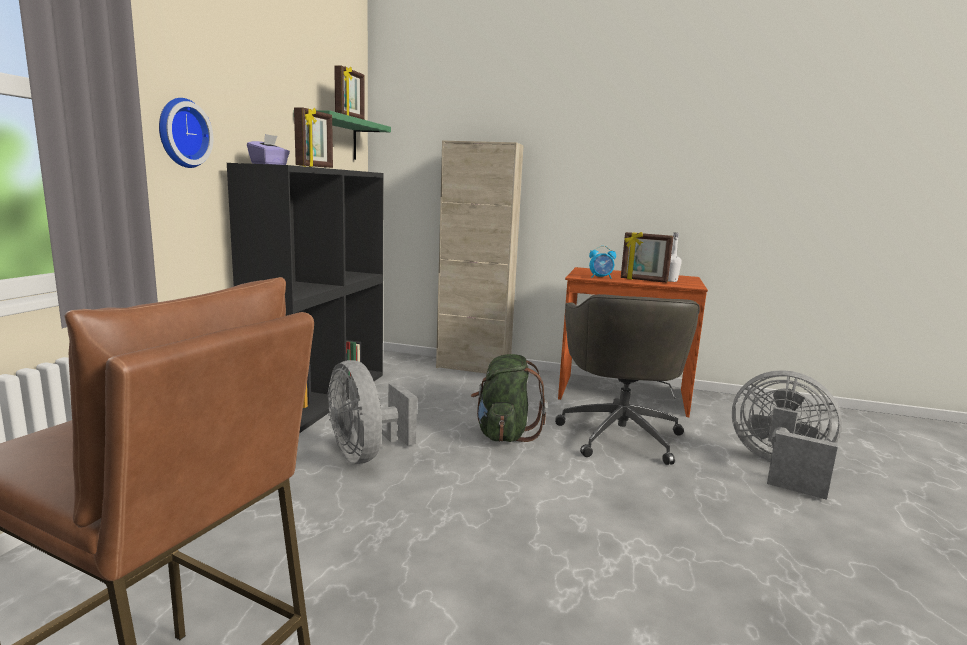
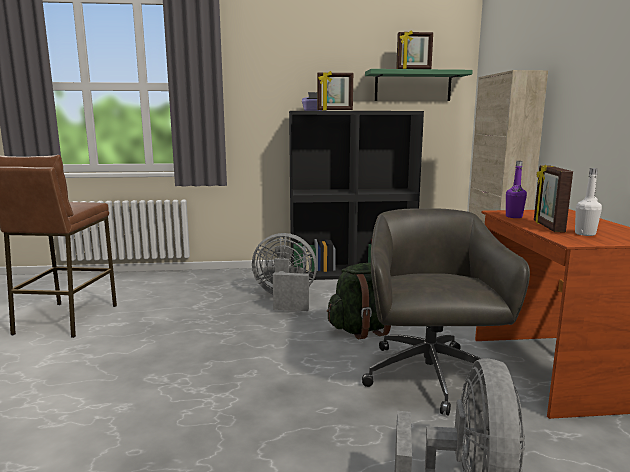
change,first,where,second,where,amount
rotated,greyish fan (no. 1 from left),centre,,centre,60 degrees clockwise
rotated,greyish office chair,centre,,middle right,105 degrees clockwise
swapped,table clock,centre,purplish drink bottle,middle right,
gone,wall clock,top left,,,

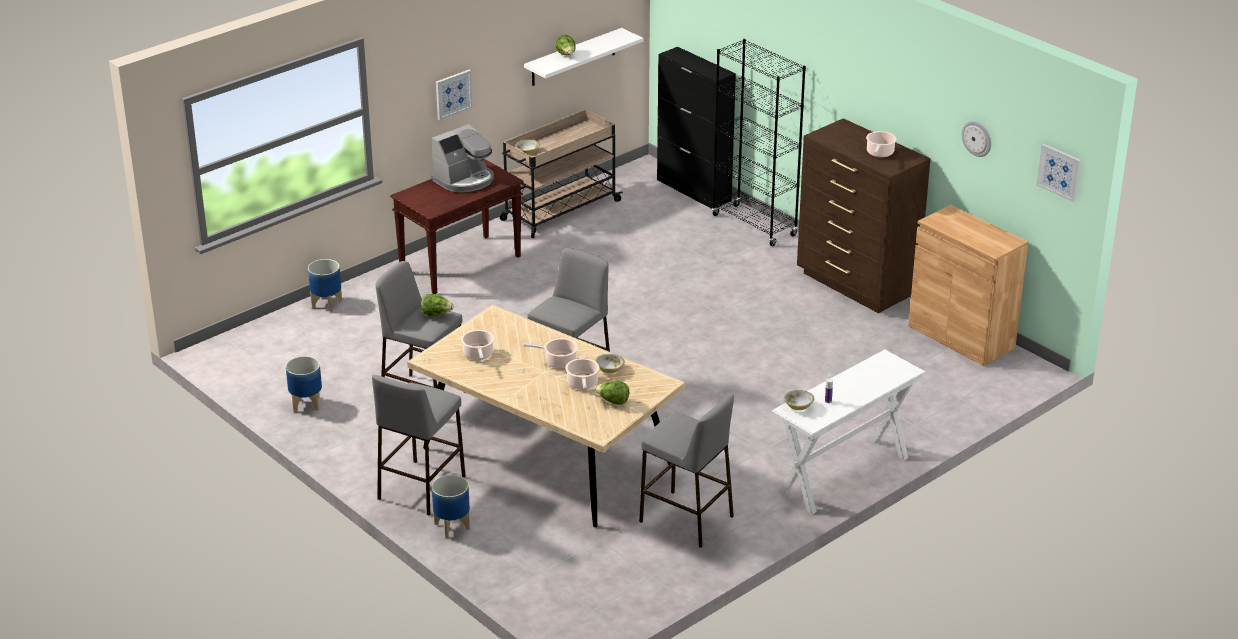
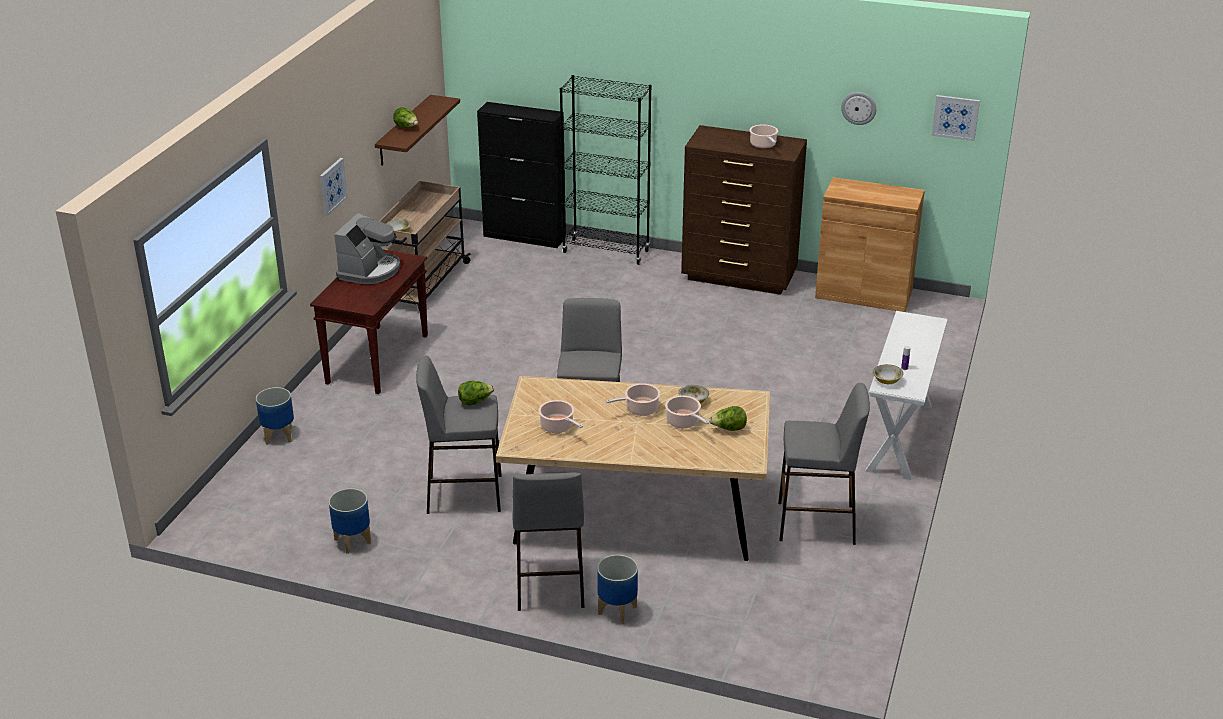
change,first,where,second,where,amount
repainted,whitish bracket shelf,top centre,brown bracket shelf,top centre,

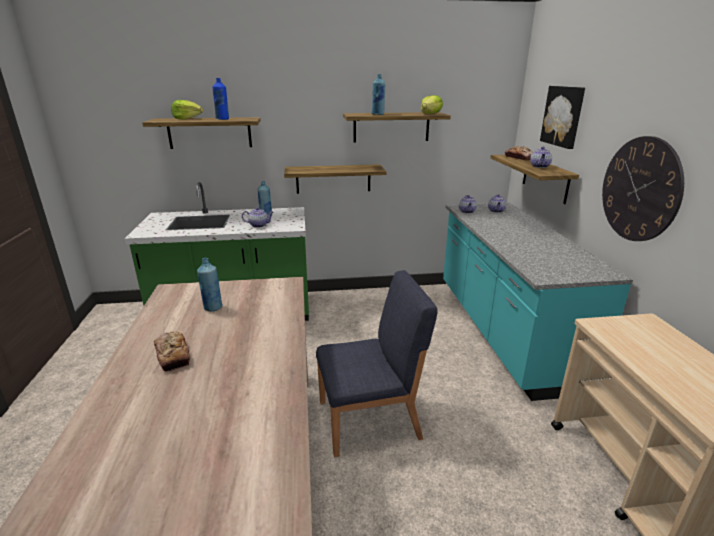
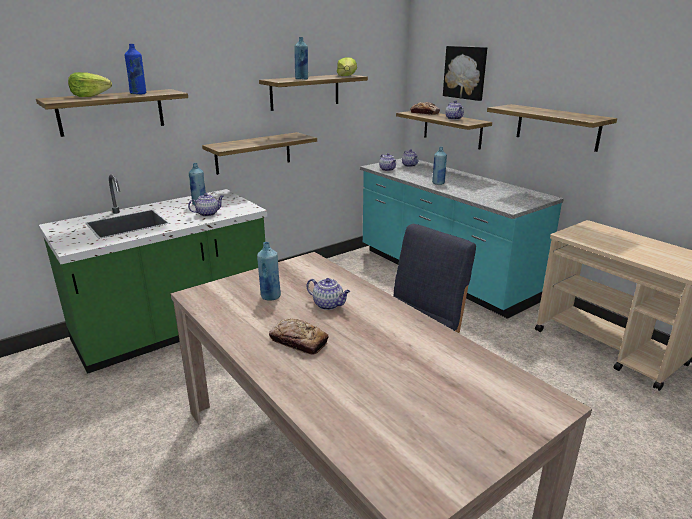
change,first,where,second,where,amount
new,,,teapot (no. 2 from left),centre,
new,,,blue drink bottle (no. 5 from left),top centre,
swapped,wall clock,middle right,bracket shelf (no. 5 from left),top right,

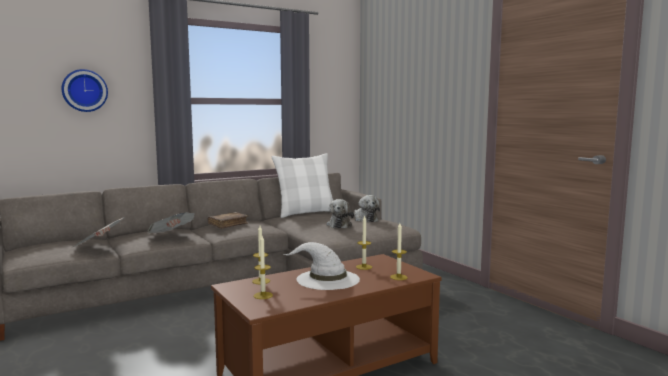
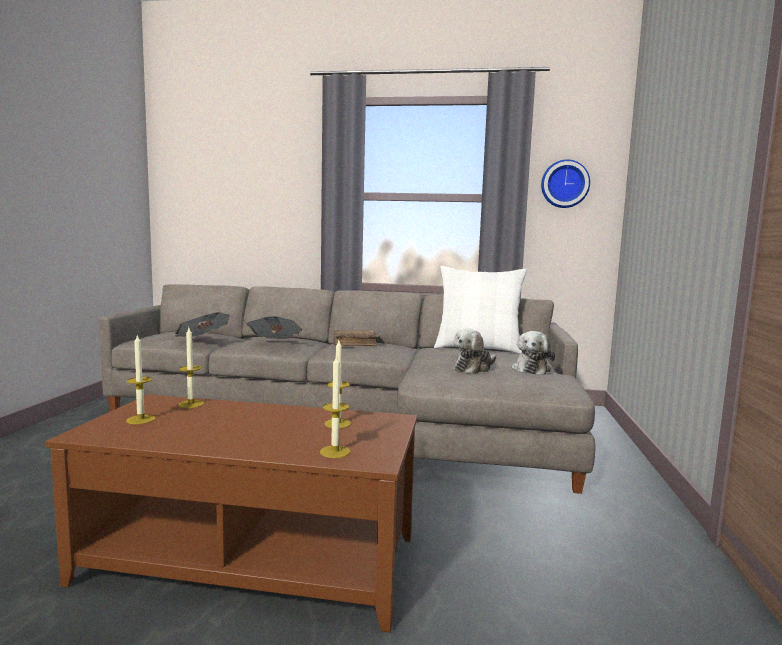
change,first,where,second,where,amount
shifted,wall clock,top left,,top right,
gone,whitish hat,bottom centre,,,

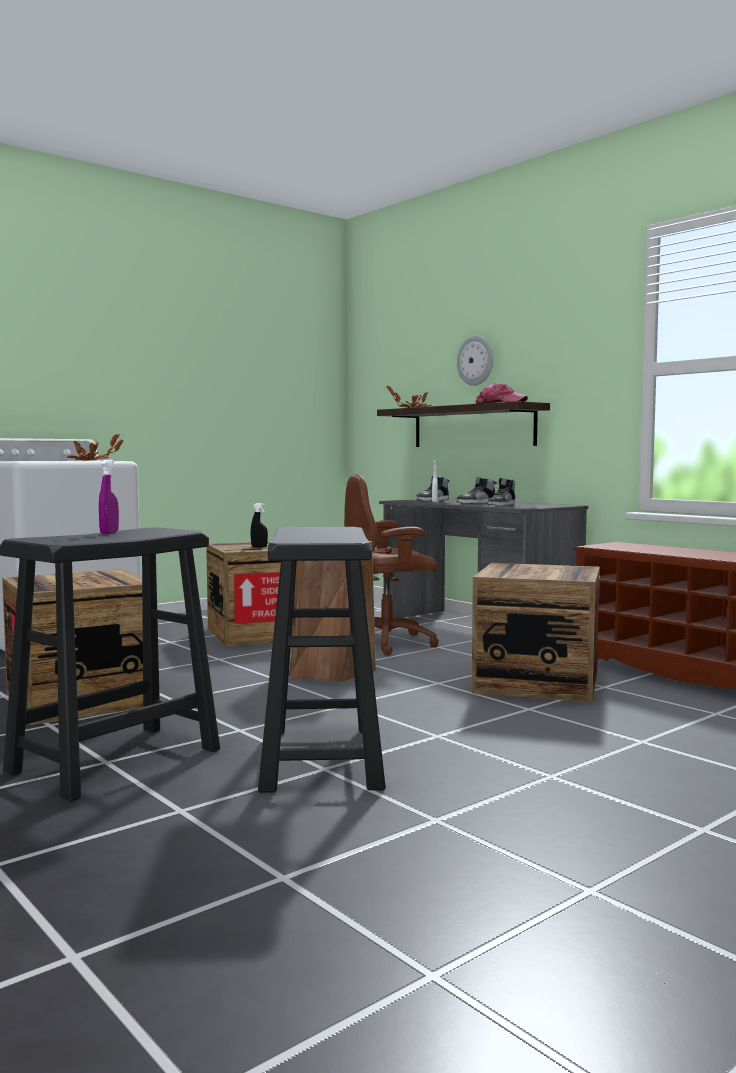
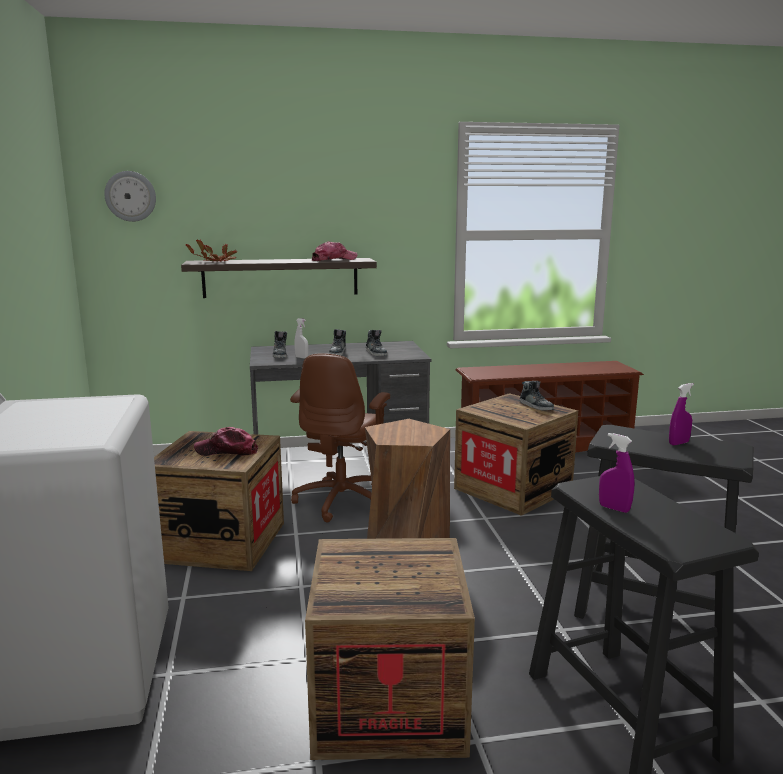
change,first,where,second,where,amount
shifted,wall clock,centre,,top left,
swapped,black hand sprayer,centre,peaked cap (no. 1 from left),middle left,
new,,,low shoe (no. 4 from left),middle right,
new,,,purplish hand sprayer (no. 2 from left),middle right,
gone,houseplant (no. 1 from left),middle left,,,

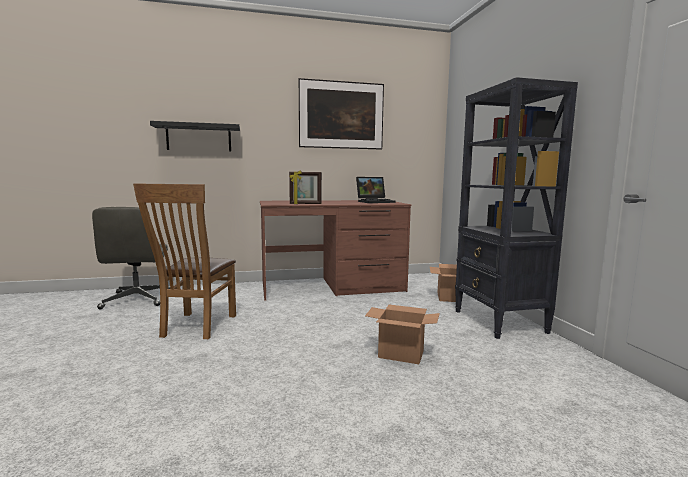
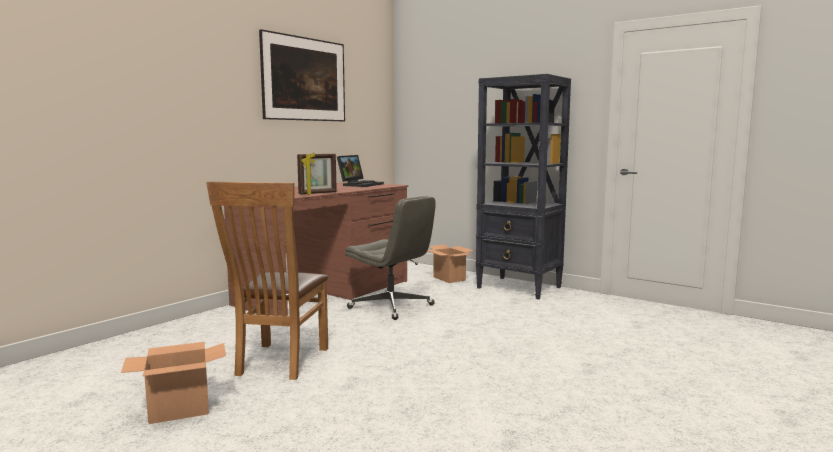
change,first,where,second,where,amount
shifted,carton (no. 1 from left),bottom centre,,bottom left,
rotated,brown upright chair,middle left,,middle left,45 degrees clockwise
shifted,greyish office chair,middle left,,centre,
gone,black bracket shelf,top left,,,

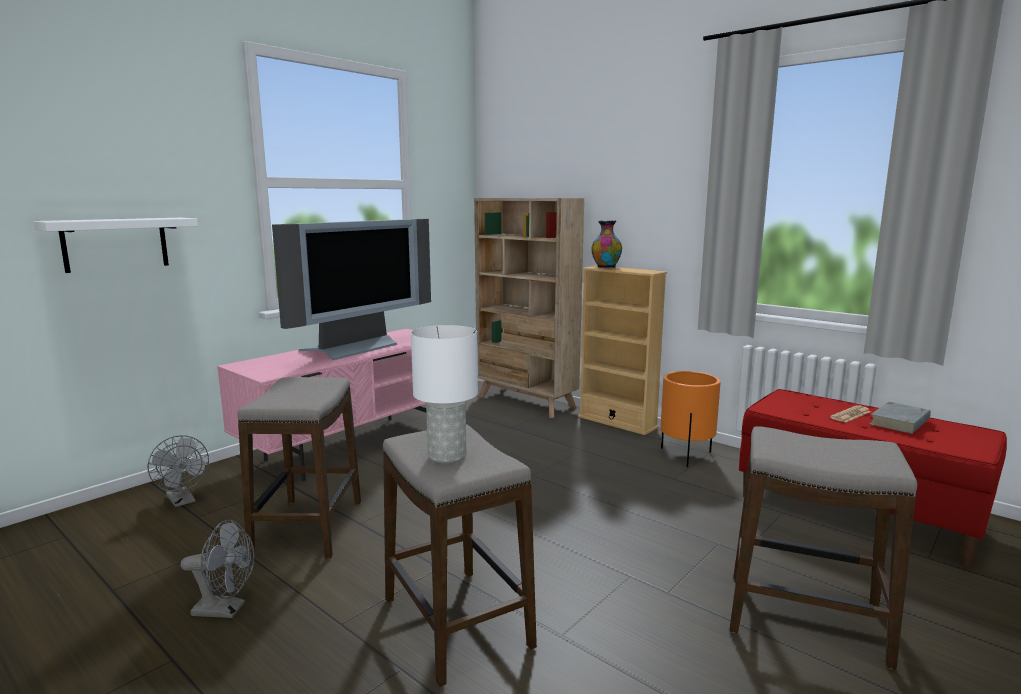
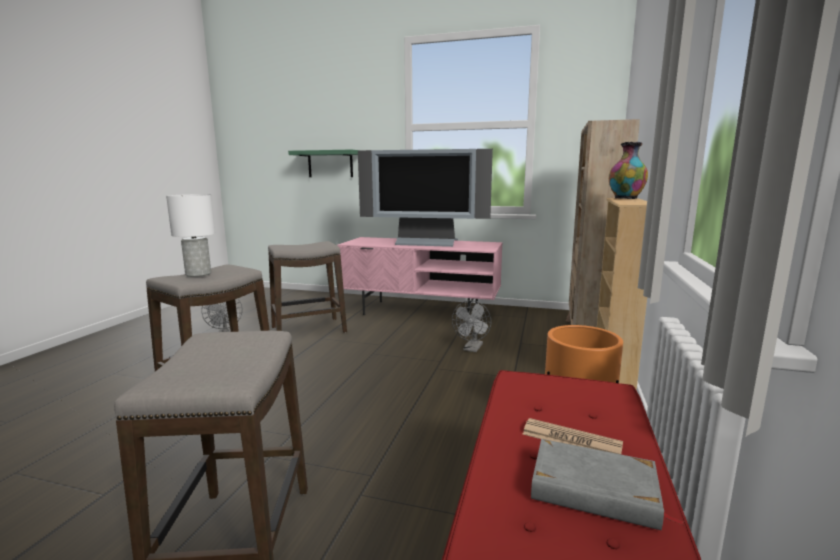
change,first,where,second,where,amount
repainted,whitish bracket shelf,middle left,green bracket shelf,top centre,
shifted,greyish fan (no. 1 from left in the first image),bottom left,greyish fan (no. 2 from left),centre,

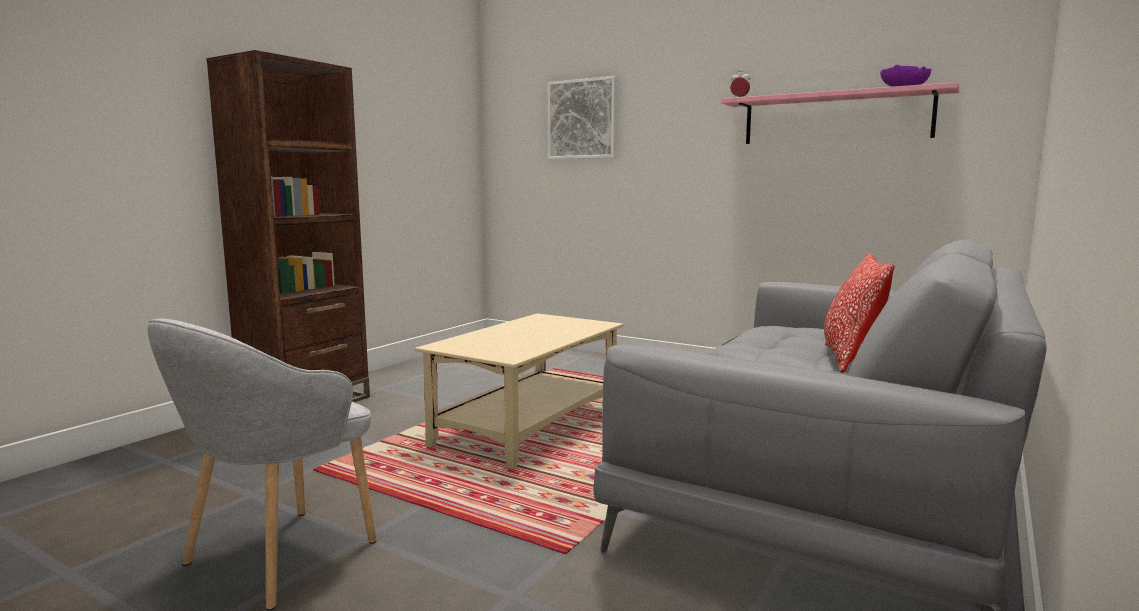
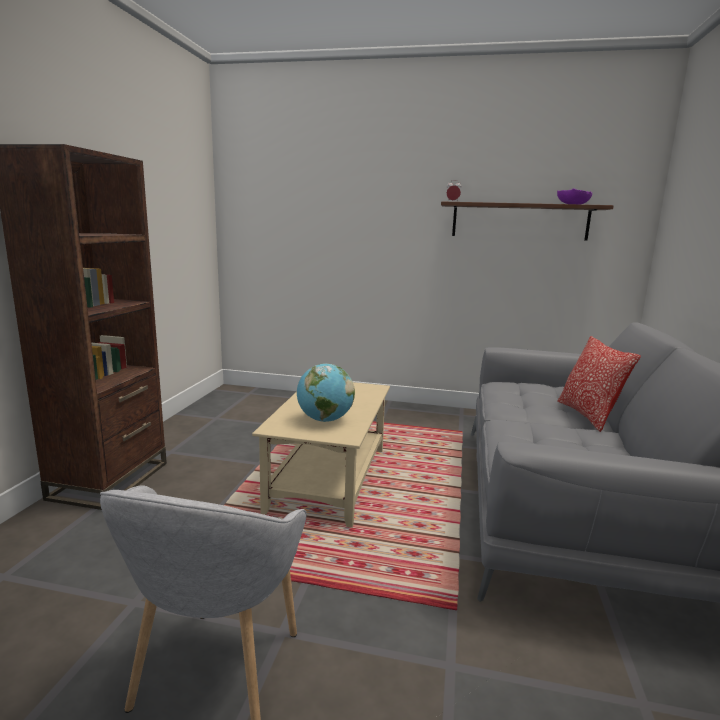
change,first,where,second,where,amount
new,,,desk globe,centre,
repainted,pink bracket shelf,top right,brown bracket shelf,top right,
gone,wall picture,top centre,,,

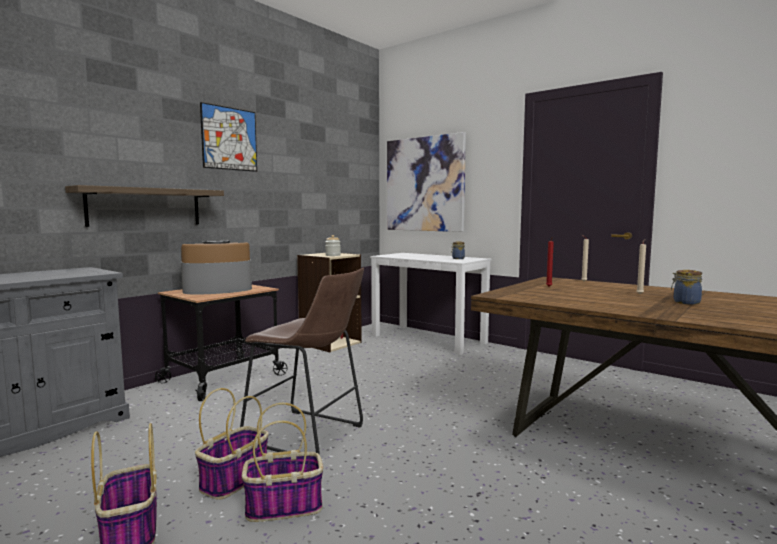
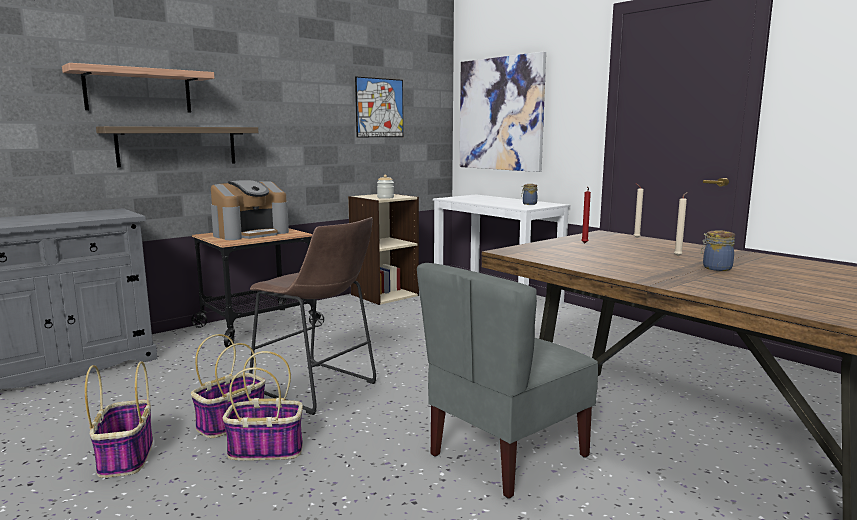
change,first,where,second,where,amount
new,,,bracket shelf (no. 1 from left),top left,
rotated,coffee machine,middle left,,middle left,150 degrees clockwise
shifted,wall picture (no. 1 from left),top left,,top centre,
new,,,greyish upright chair,bottom centre,

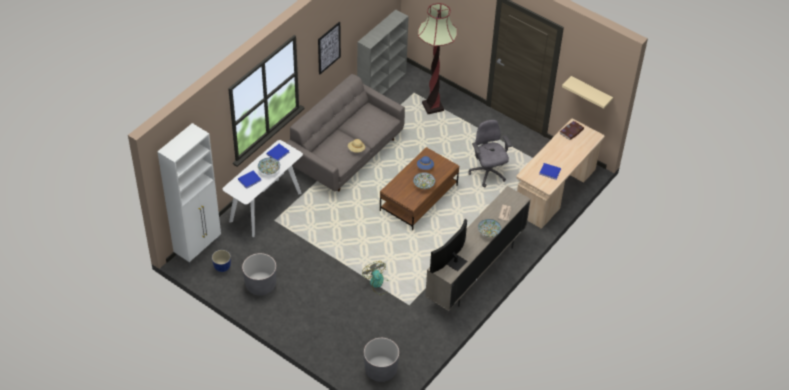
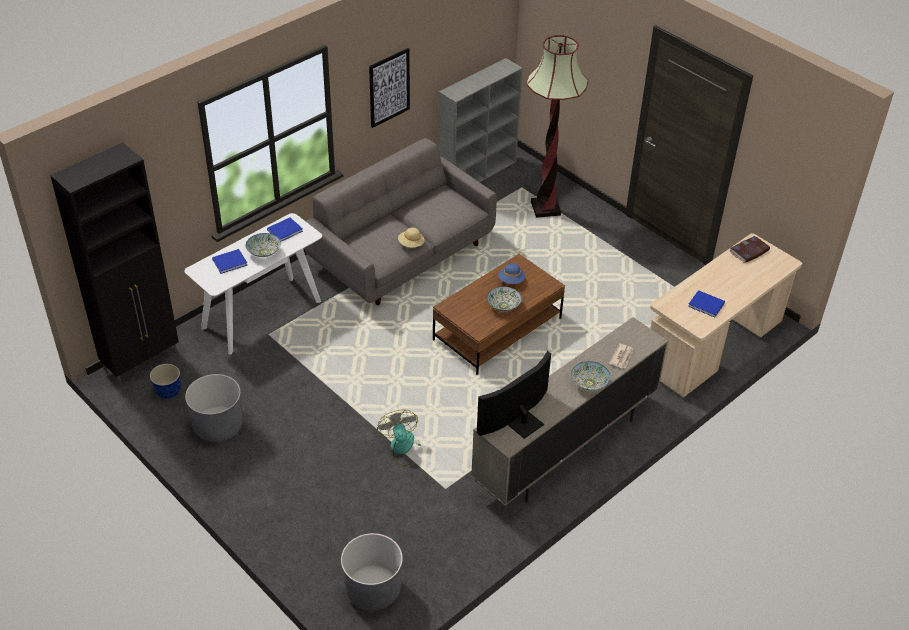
change,first,where,second,where,amount
repainted,whitish cabinet,middle left,black cabinet,middle left,
gone,greyish office chair,centre,,,
gone,sand-coloured bracket shelf,top right,,,

